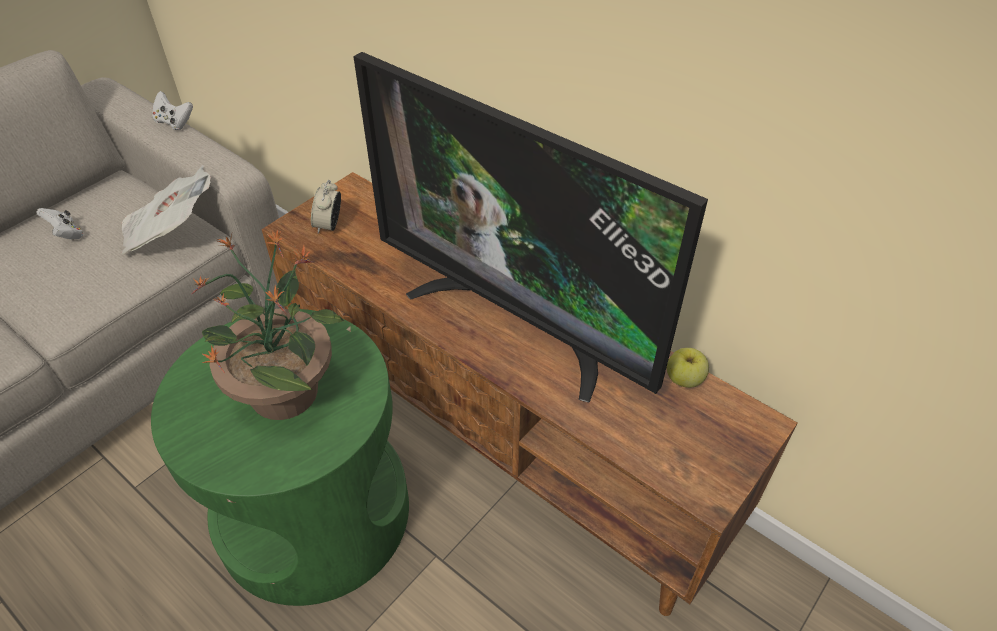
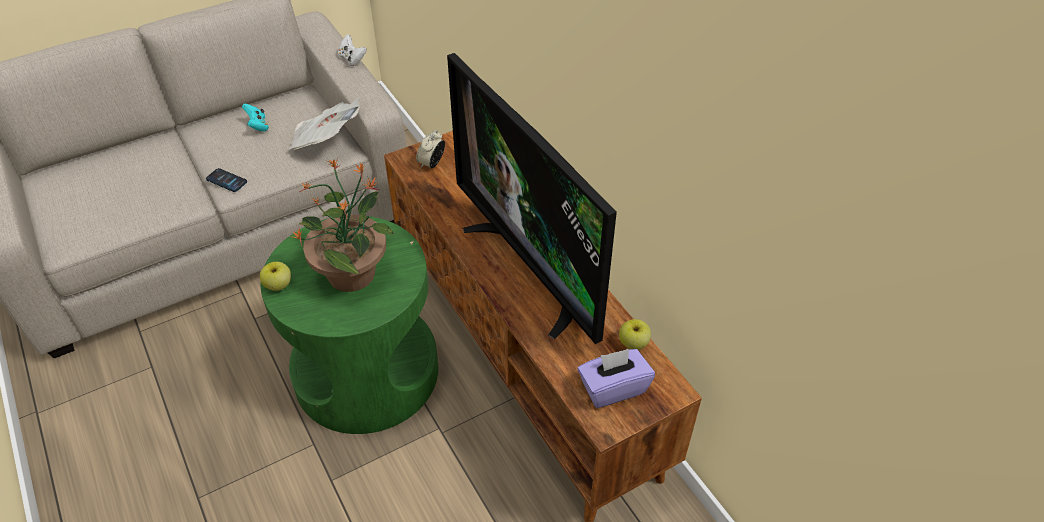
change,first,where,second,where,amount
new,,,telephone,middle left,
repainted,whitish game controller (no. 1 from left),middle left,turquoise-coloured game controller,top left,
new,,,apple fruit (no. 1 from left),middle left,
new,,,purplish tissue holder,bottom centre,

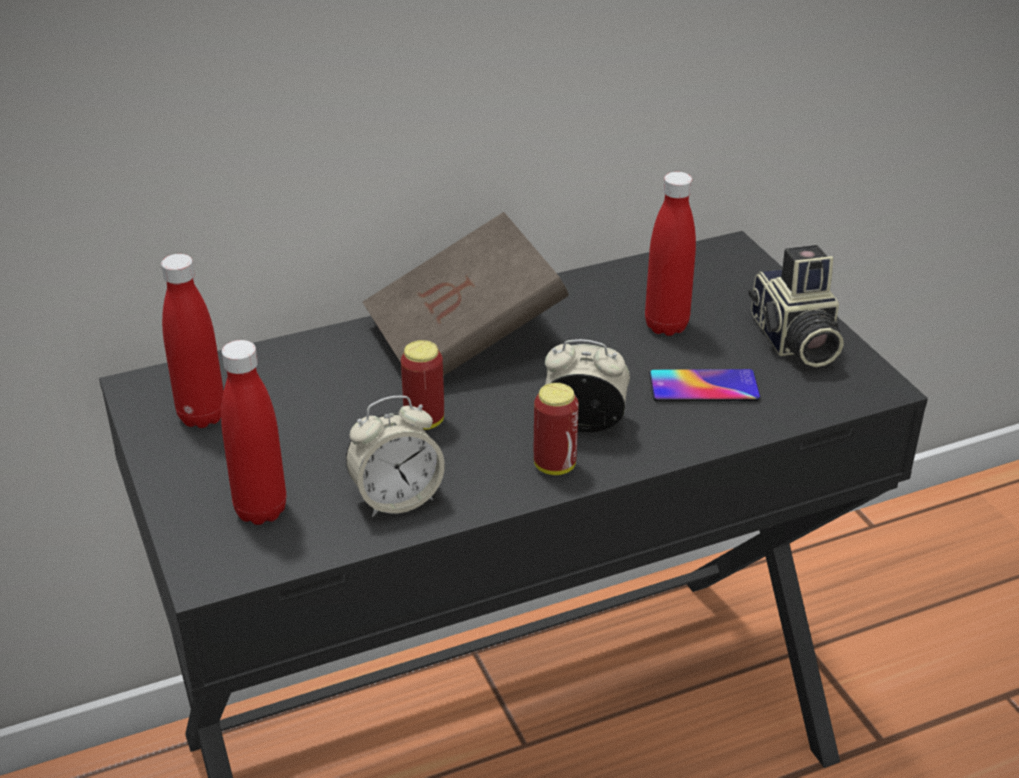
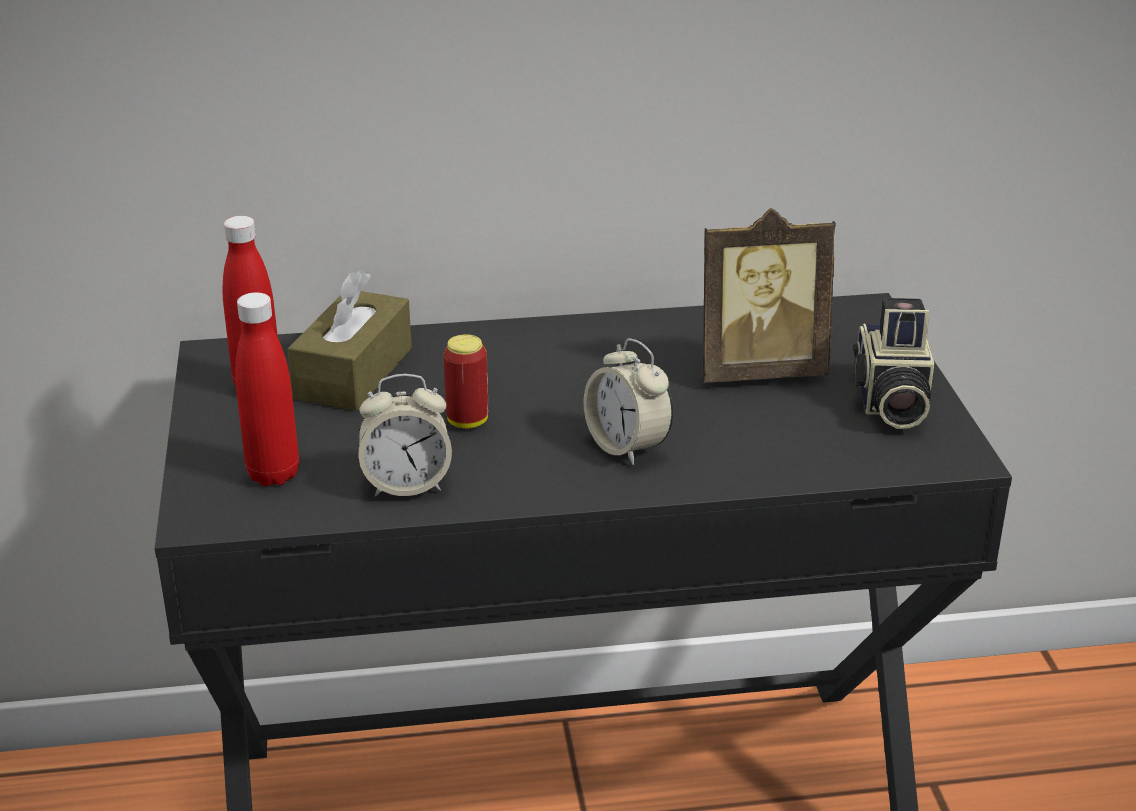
change,first,where,second,where,amount
new,,,brown tissue holder,middle left,
rotated,table clock (no. 2 from left),centre,,centre,150 degrees counterclockwise
swapped,red-coloured drink bottle (no. 3 from left),top centre,photo frame,middle right,
gone,brown book,centre,,,
gone,sealed can (no. 2 from left),centre,,,
gone,telephone,middle right,,,

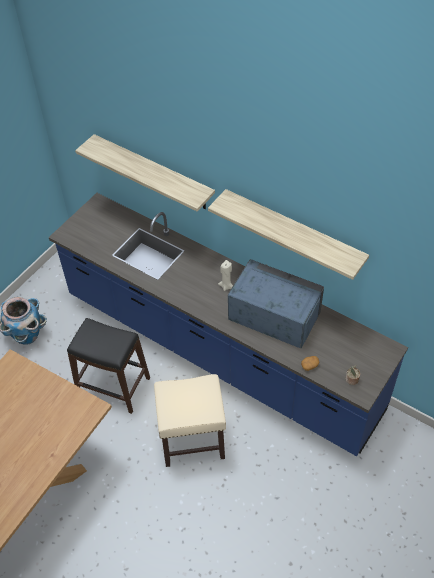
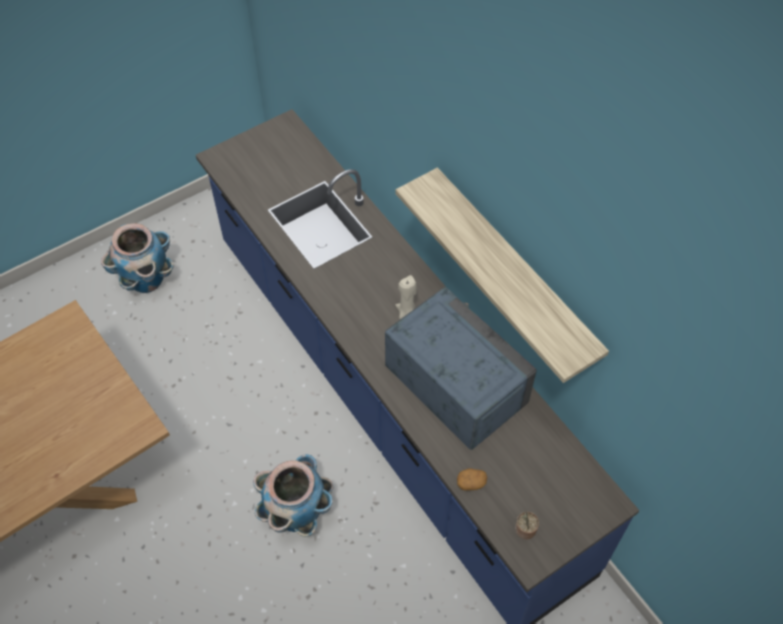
change,first,where,second,where,amount
swapped,sand-coloured stool seat,bottom centre,plant pot (no. 2 from left),bottom centre,
gone,black stool seat,middle left,,,
gone,bracket shelf (no. 1 from left),top centre,,,

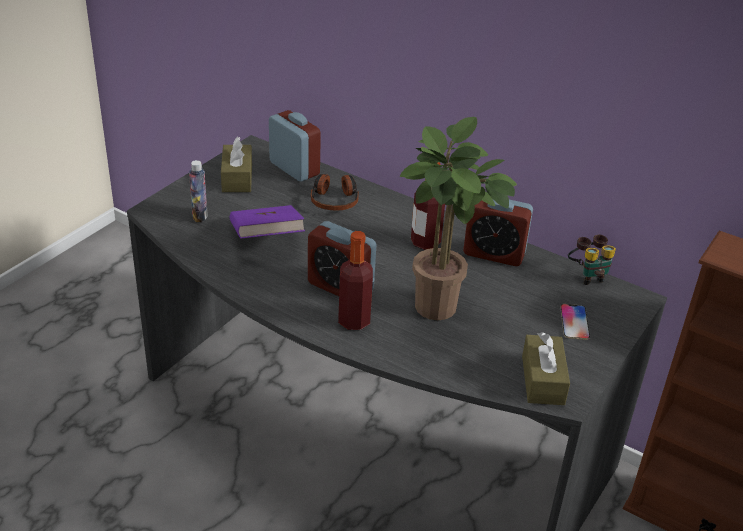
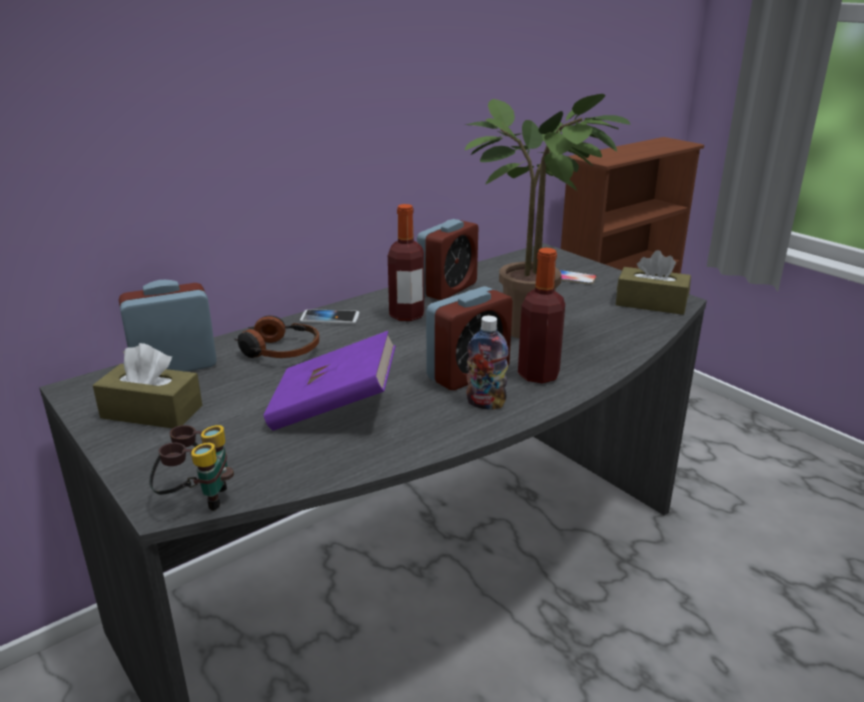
change,first,where,second,where,amount
shifted,pair of binoculars,middle right,,bottom left,
new,,,telephone (no. 1 from left),centre,
shifted,drink bottle (no. 1 from left in the first image),middle left,drink bottle (no. 2 from left),centre,

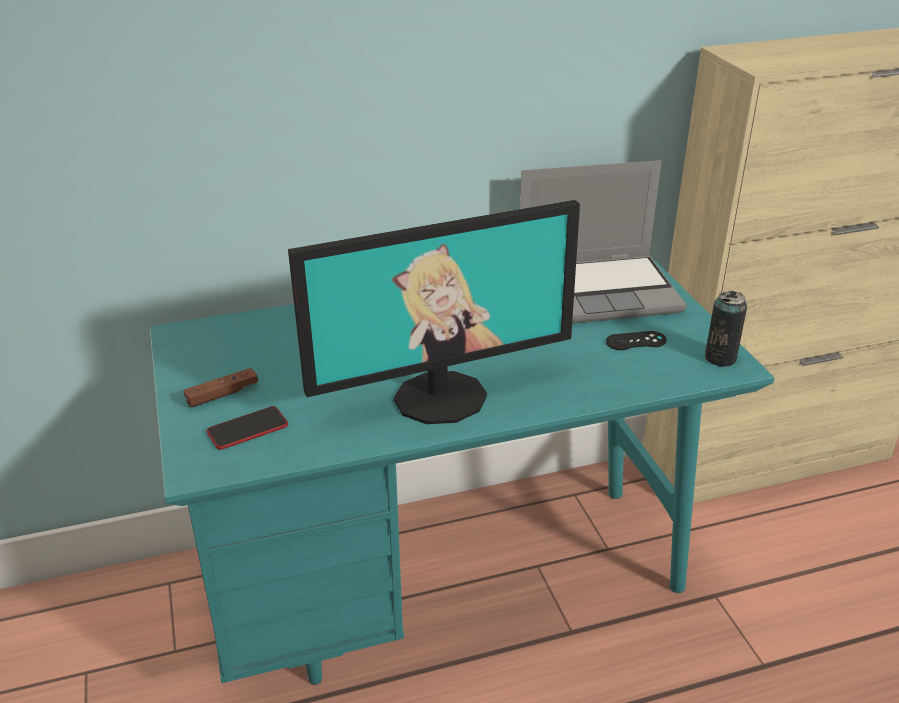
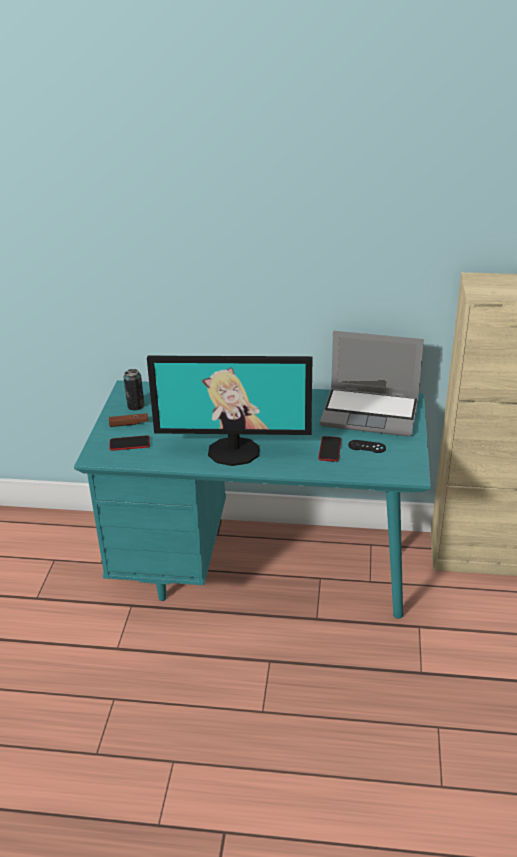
change,first,where,second,where,amount
shifted,sealed can,middle right,,middle left,
new,,,telephone (no. 2 from left),centre,

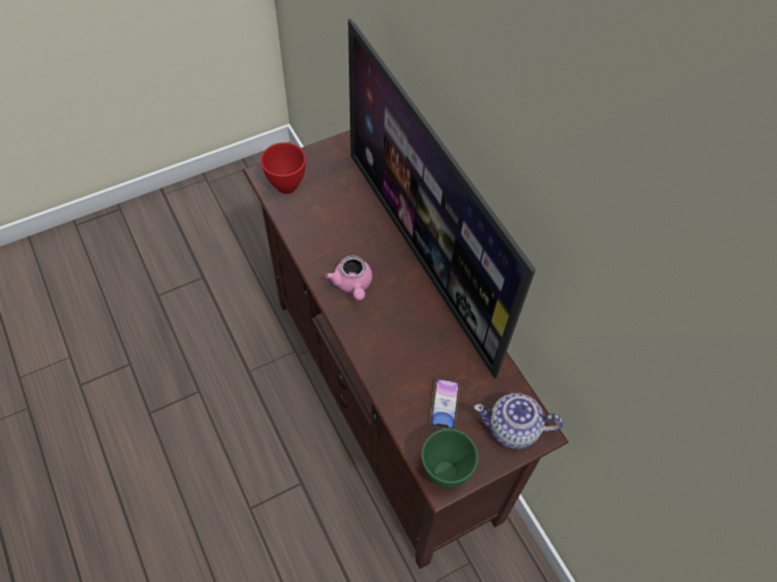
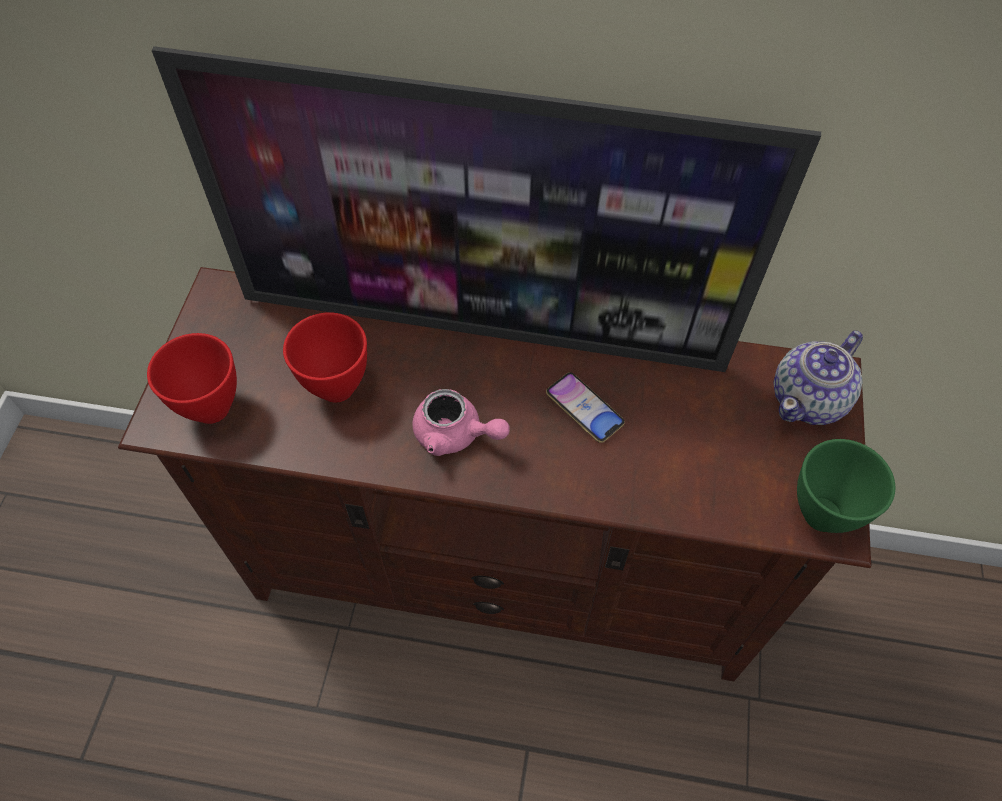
change,first,where,second,where,amount
new,,,red-coloured serving bowl (no. 2 from left),middle left,
shifted,telephone,bottom centre,,centre,

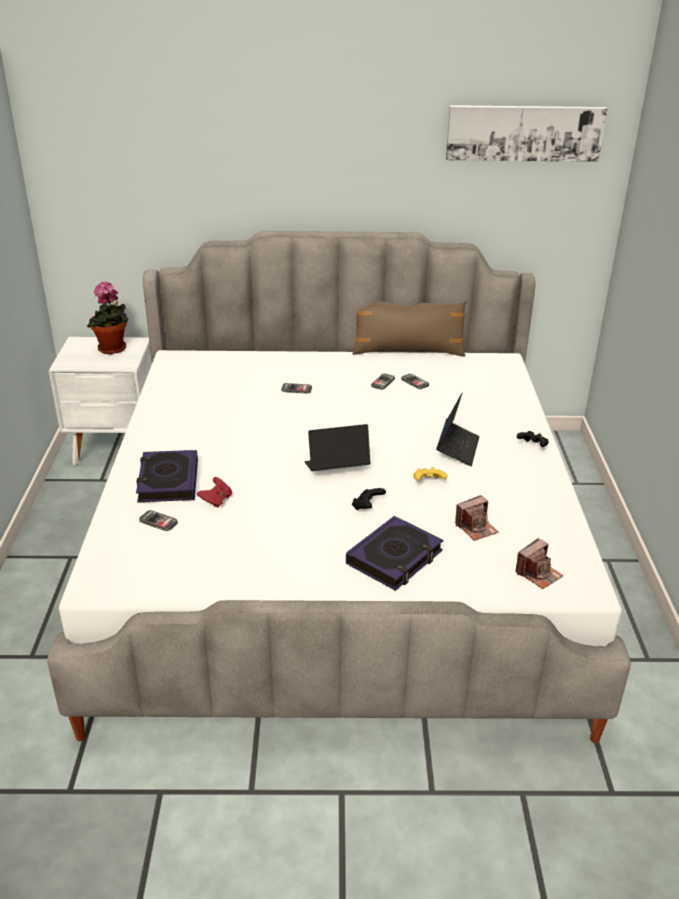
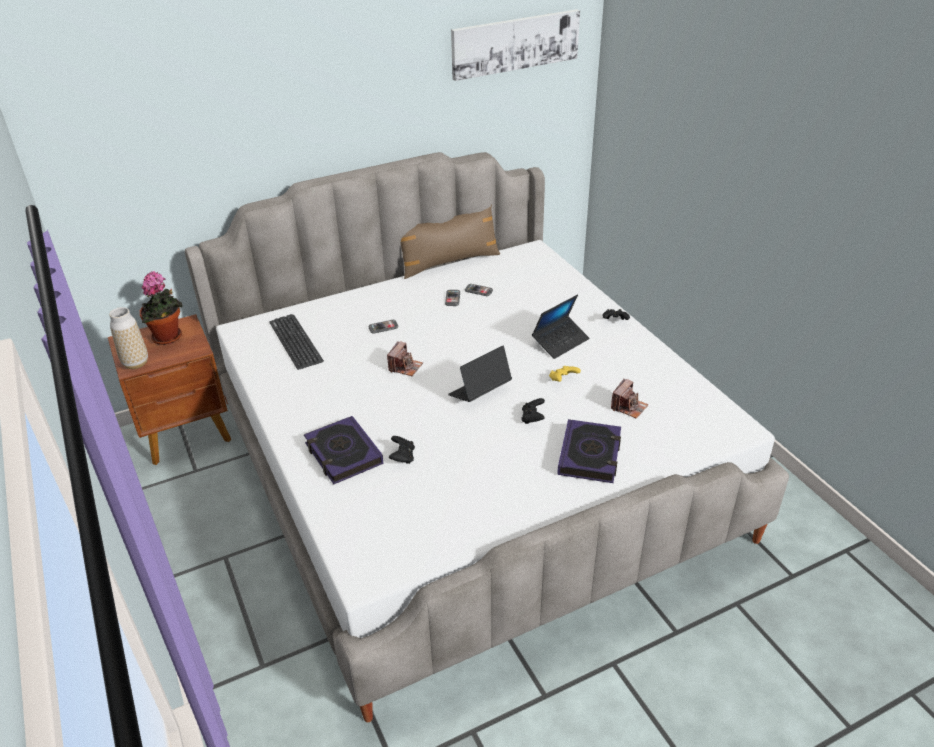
change,first,where,second,where,amount
repainted,whitish night table,middle left,brown night table,middle left,
new,,,flower vase,middle left,
new,,,PC keyboard,middle left,
shifted,still camera (no. 2 from left in the first image),middle right,still camera (no. 1 from left),centre,
repainted,red-coloured game controller,middle left,black game controller (no. 1 from left),centre,
rotated,laptop (no. 2 from left),middle right,,centre,60 degrees clockwise
gone,telephone (no. 1 from left),middle left,,,

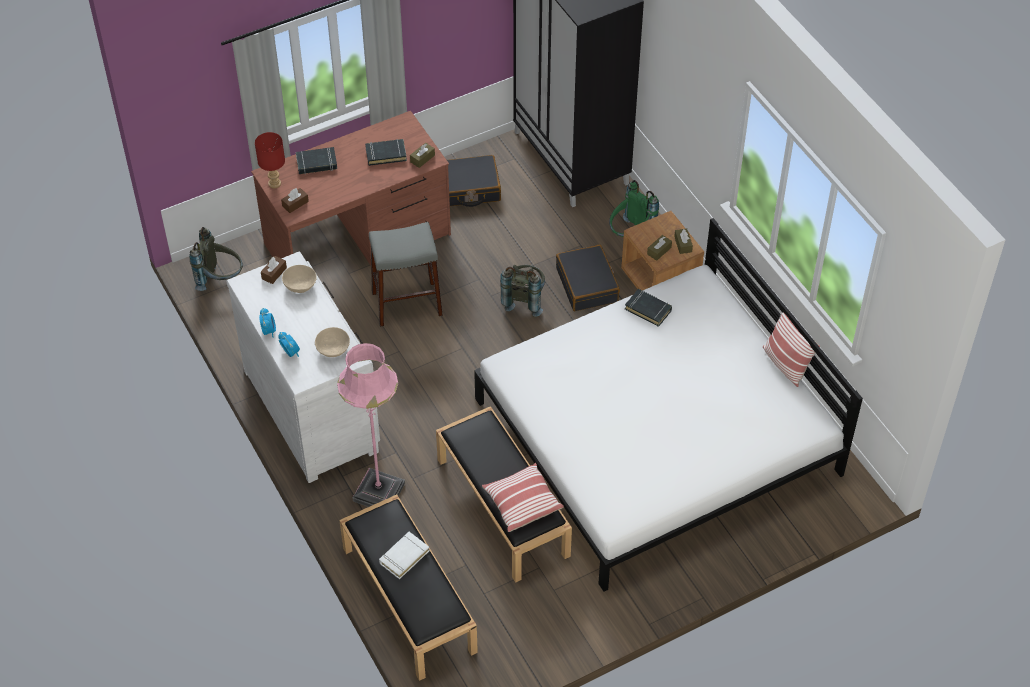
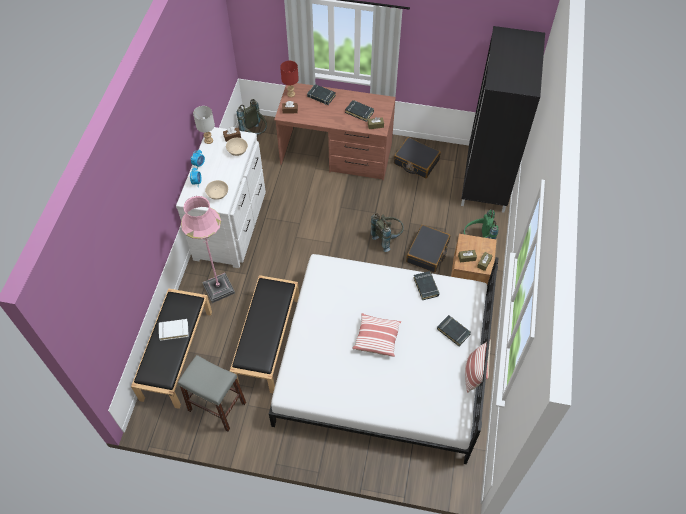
change,first,where,second,where,amount
shifted,greyish stool seat,centre,,bottom left,
new,,,greyish lamp for a table,top left,
shifted,cushion (no. 1 from left),bottom centre,,centre,
new,,,black book (no. 4 from left),centre,

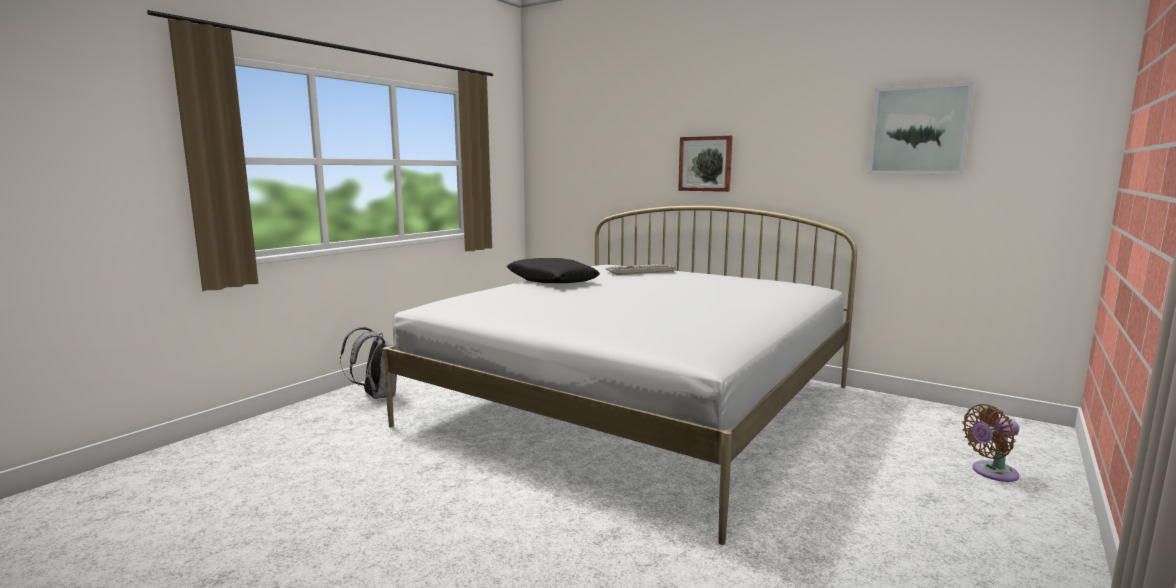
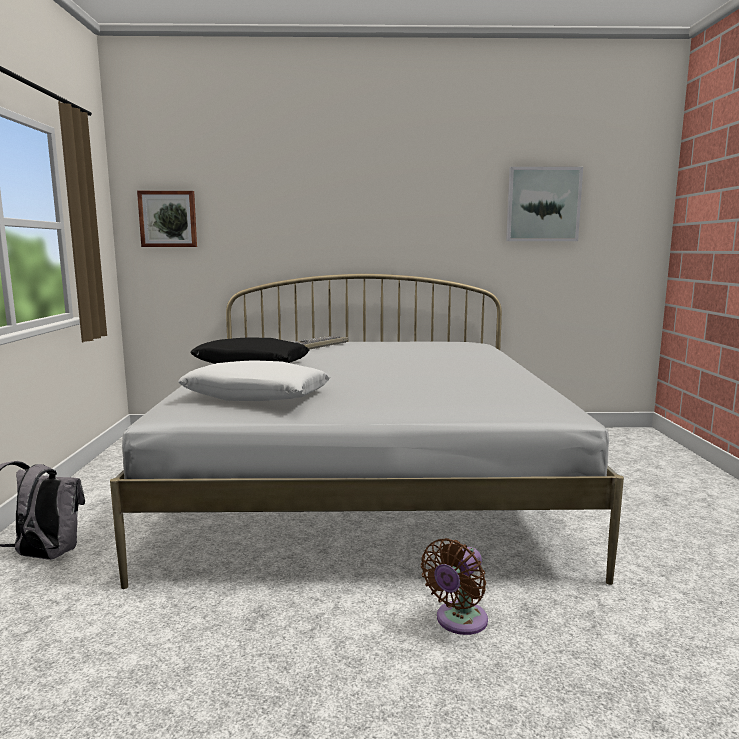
change,first,where,second,where,amount
shifted,wall picture (no. 1 from left),top centre,,top left,
new,,,whitish cushion,centre,
shifted,brown fan,bottom right,,bottom centre,

